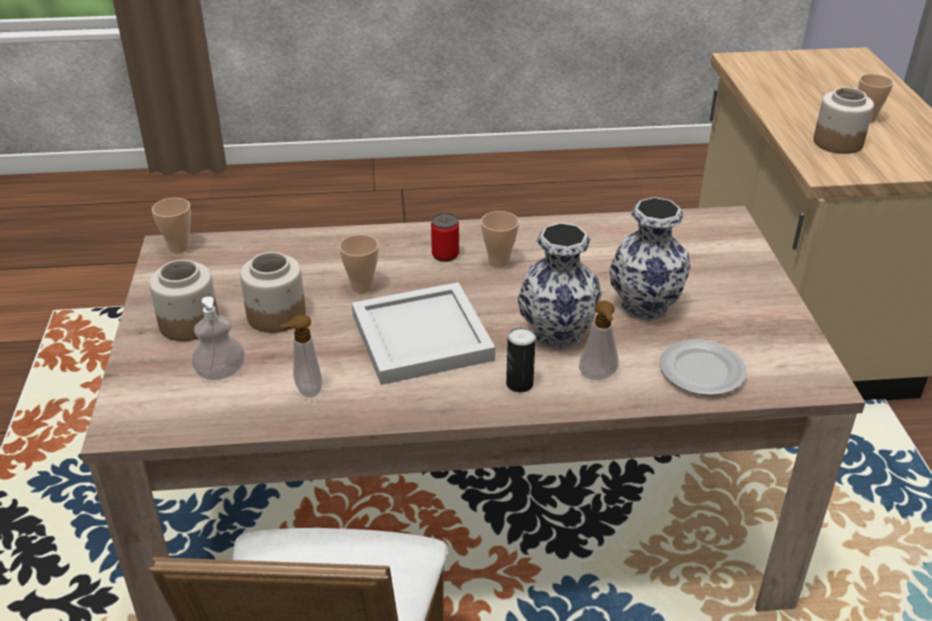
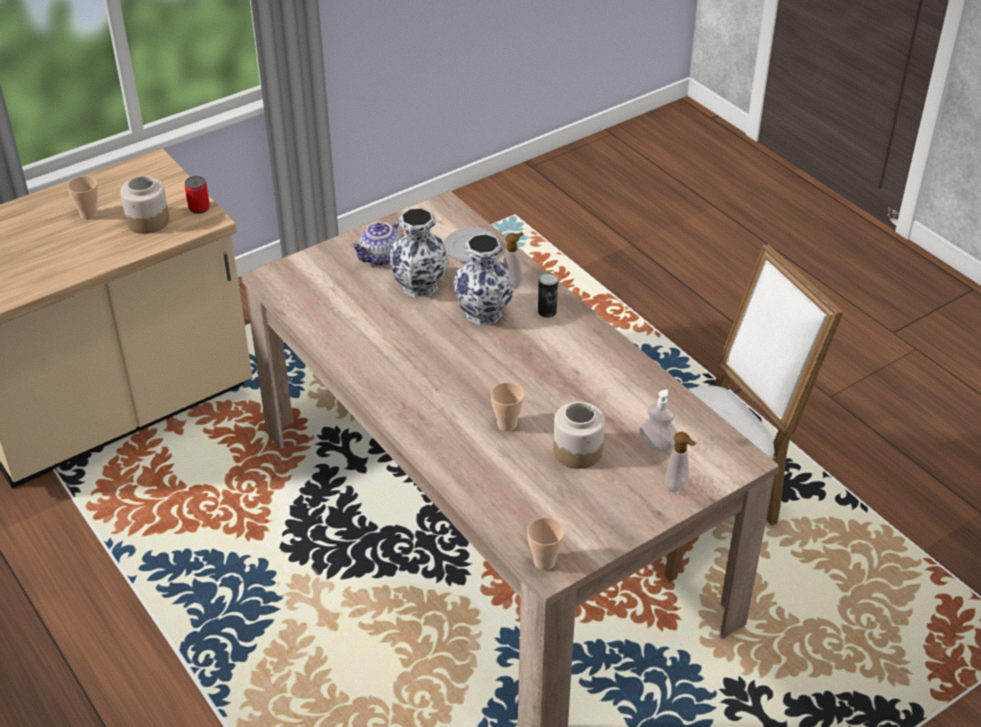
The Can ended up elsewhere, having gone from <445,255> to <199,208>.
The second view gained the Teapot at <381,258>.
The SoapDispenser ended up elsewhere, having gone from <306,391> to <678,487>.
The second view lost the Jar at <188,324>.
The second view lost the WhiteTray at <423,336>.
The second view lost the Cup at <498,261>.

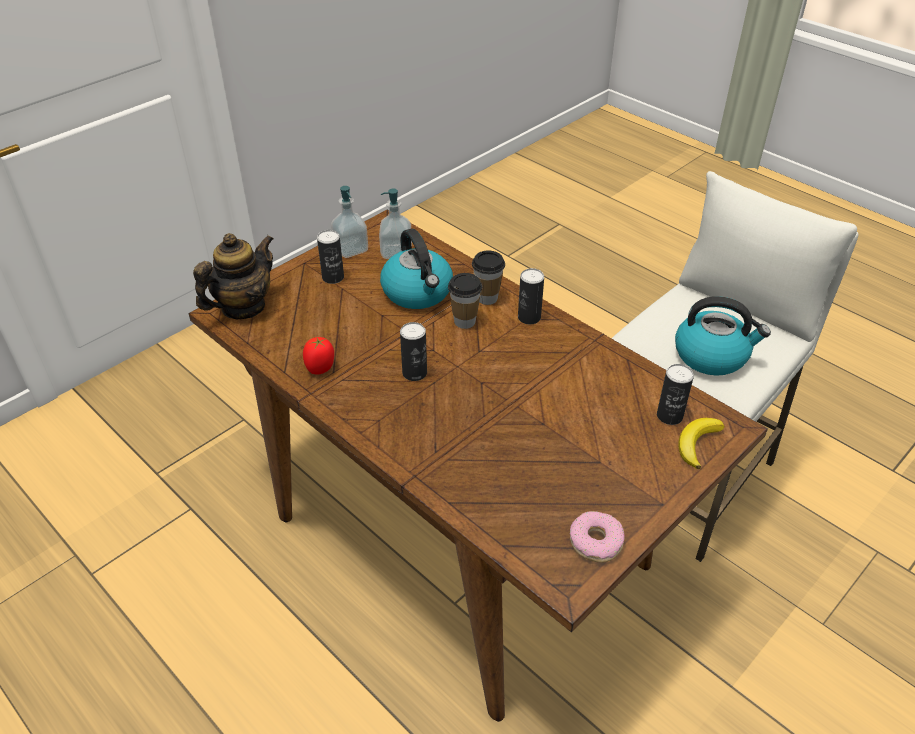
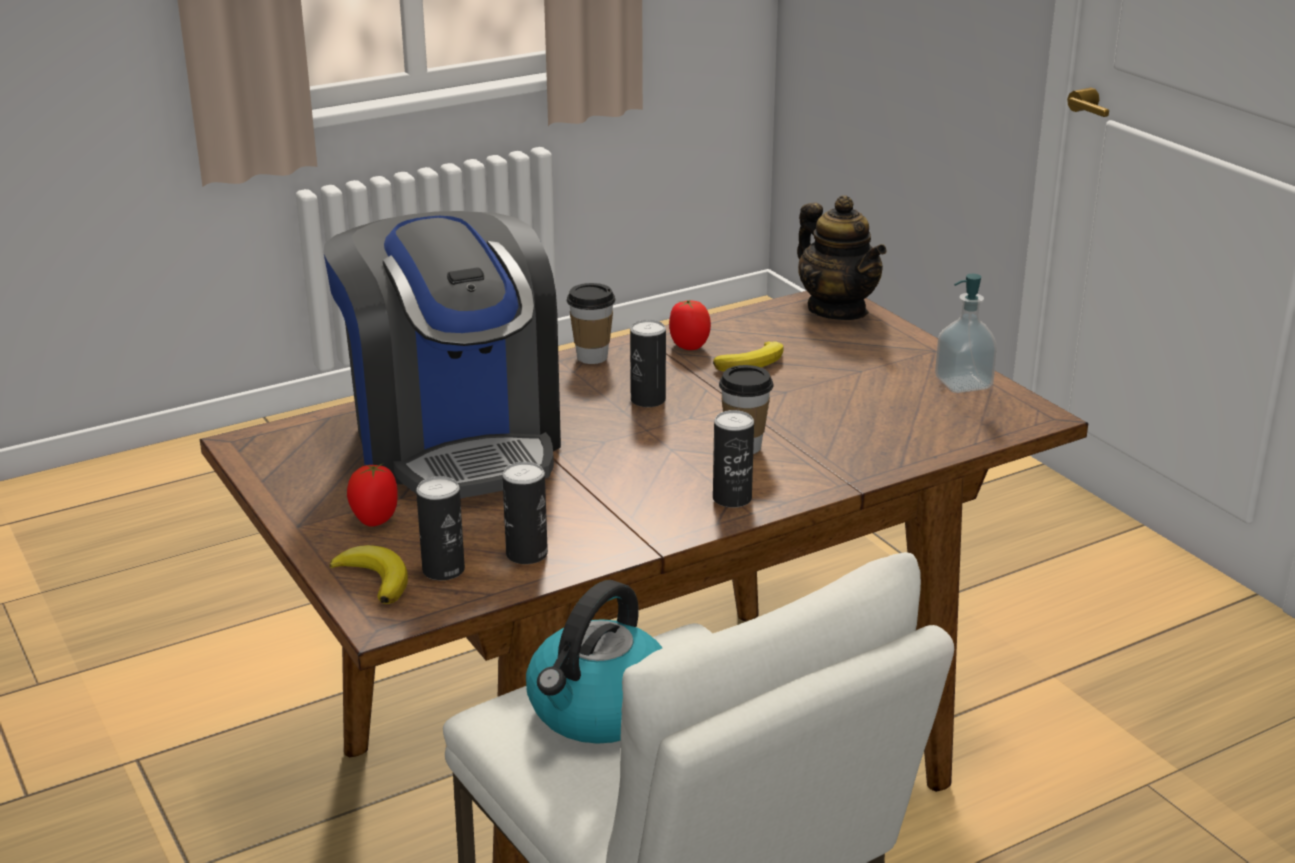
The second view gained the CoffeeMachine at <455,442>.
The second view gained the Tomato at <375,519>.
The Can ended up elsewhere, having gone from <333,277> to <526,554>.
The Cup ended up elsewhere, having gone from <487,298> to <592,357>.
The second view gained the Banana at <753,362>.
The second view lost the SoapDispenser at <396,252>.
The second view lost the Kettle at <418,292>.
The second view lost the Donut at <596,542>.

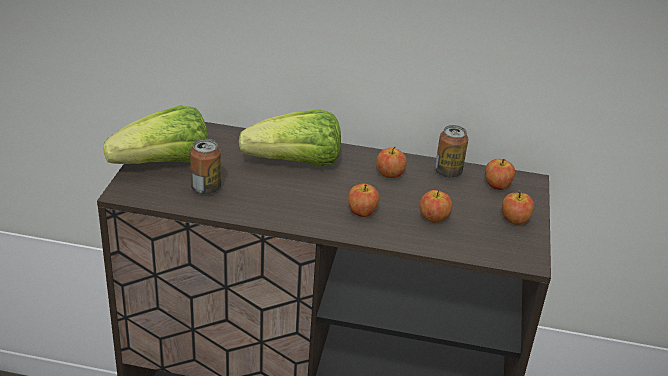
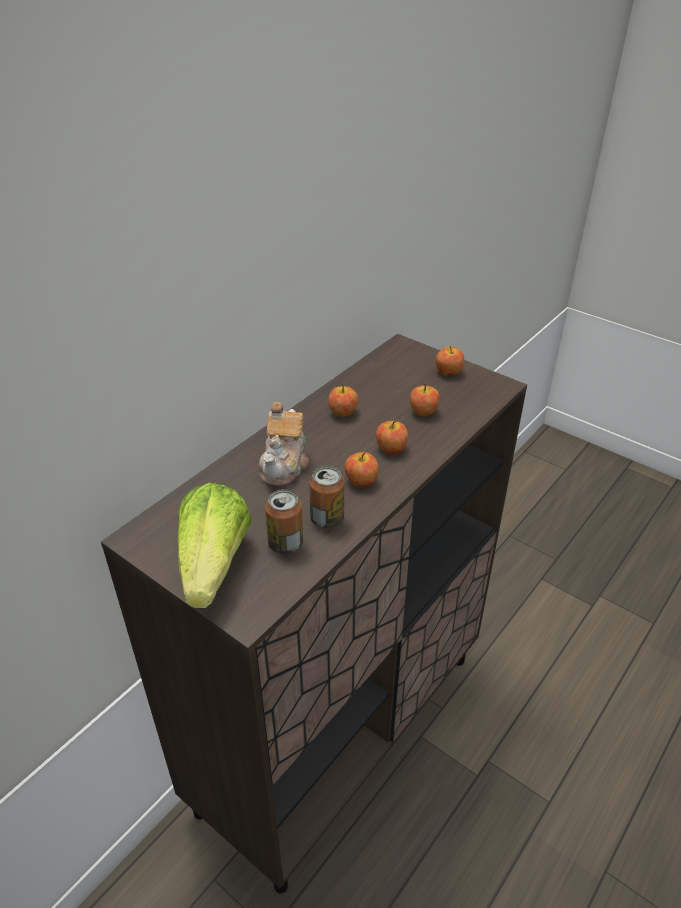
Where the Lettuce stood at <296,163>, the Teapot came to stand at <285,464>.
The Can ended up elsewhere, having gone from <448,172> to <327,519>.
The Apple ended up elsewhere, having gone from <497,185> to <361,481>.

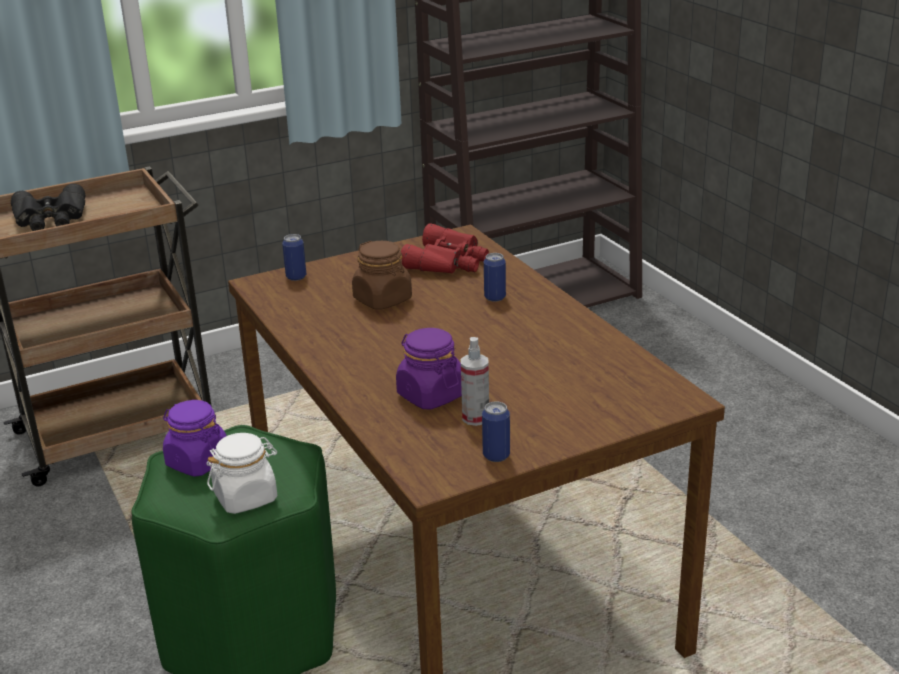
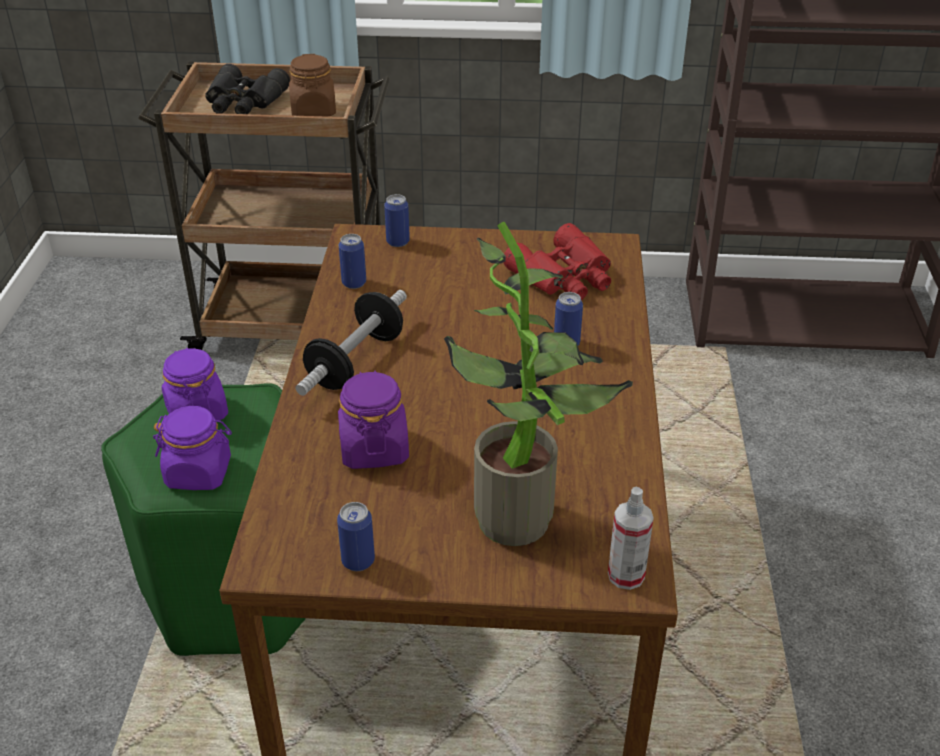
What was the WhiteJar at <246,497> turned into the PurpleJar at <199,473>.
The BrownJar ended up elsewhere, having gone from <383,300> to <314,111>.
The second view gained the Dumbbell at <355,362>.
The second view gained the Can at <354,283>.
The second view gained the PottedPlant at <525,516>.
The SprayBottle ended up elsewhere, having gone from <475,418> to <626,575>.

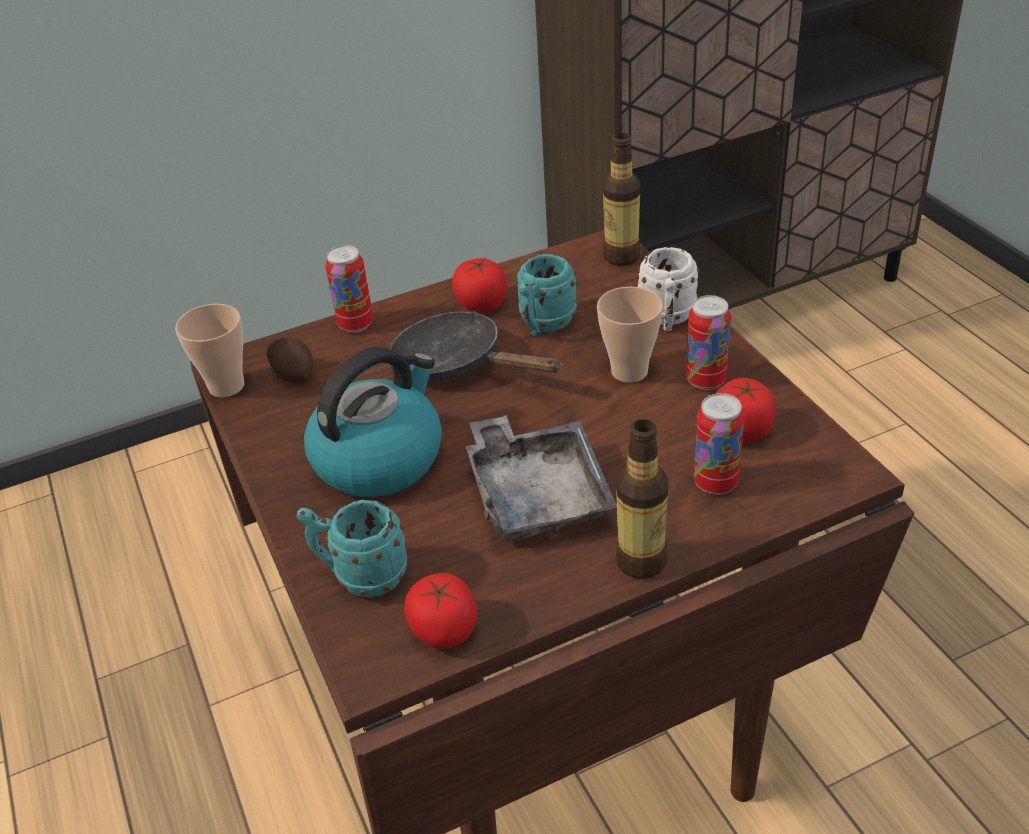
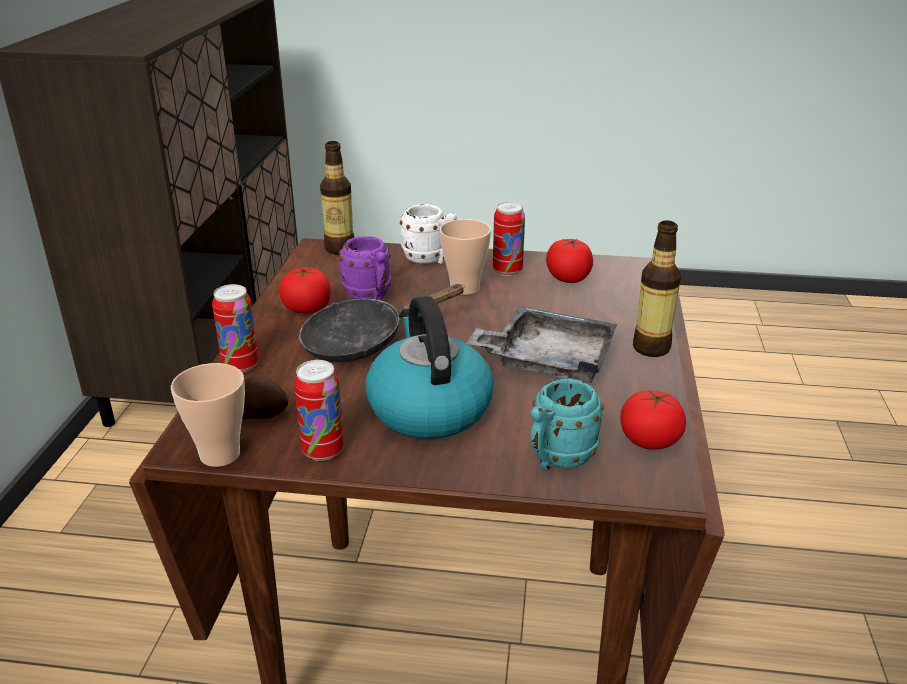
The Can ended up elsewhere, having gone from <716,483> to <323,451>.
What was the TurquoiseMug at <543,325> turned into the PurpleMug at <370,297>.

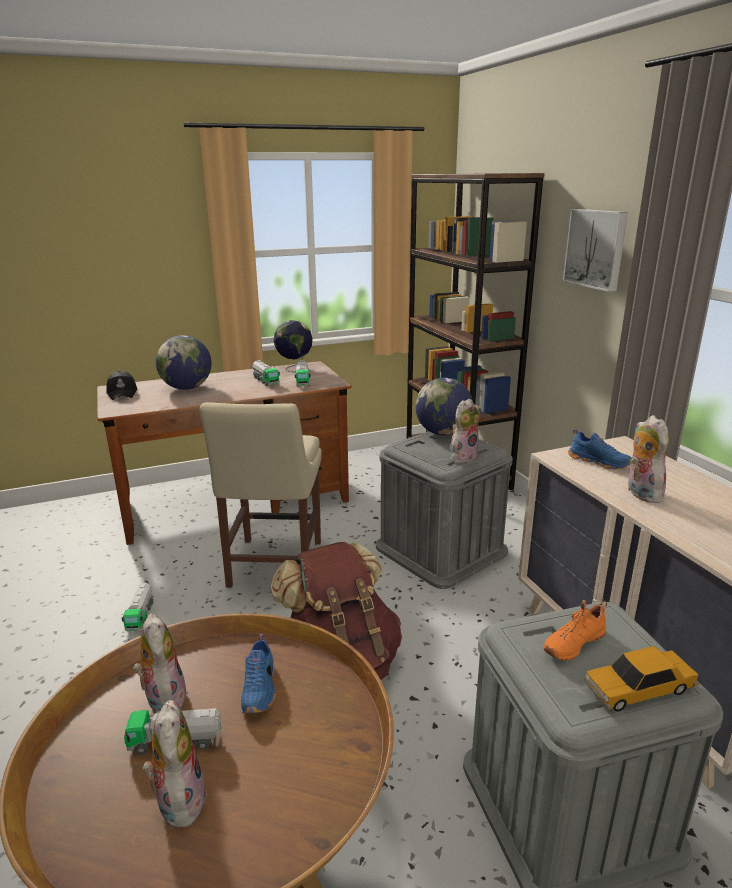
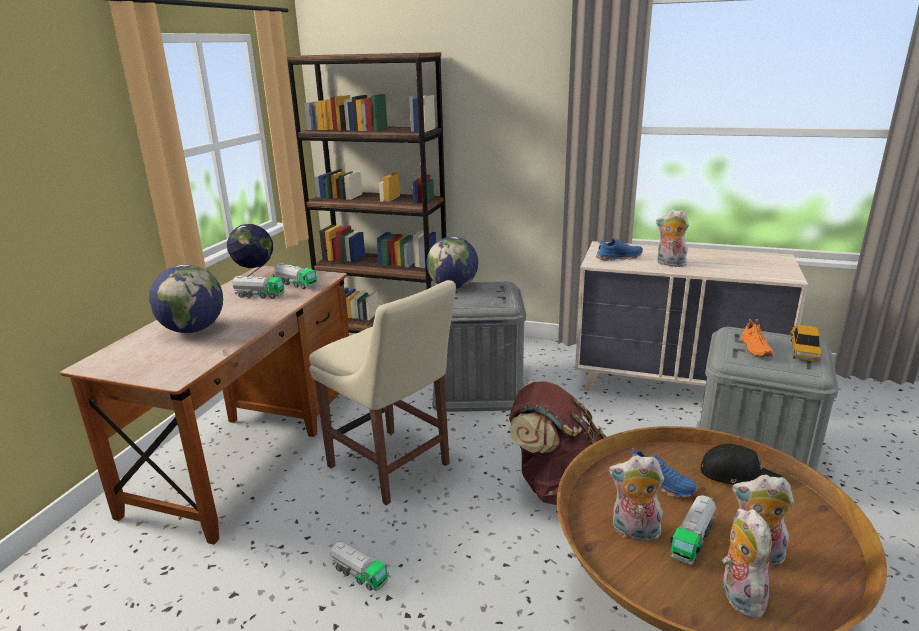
The BlackCap ended up elsewhere, having gone from <122,393> to <737,475>.
The PlushToy ended up elsewhere, having gone from <463,457> to <738,595>.
The second view lost the Picture at <596,248>.

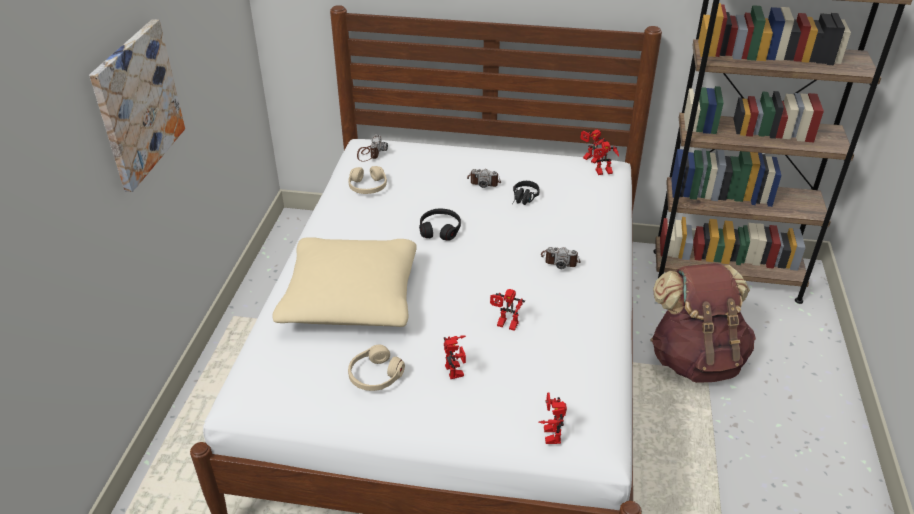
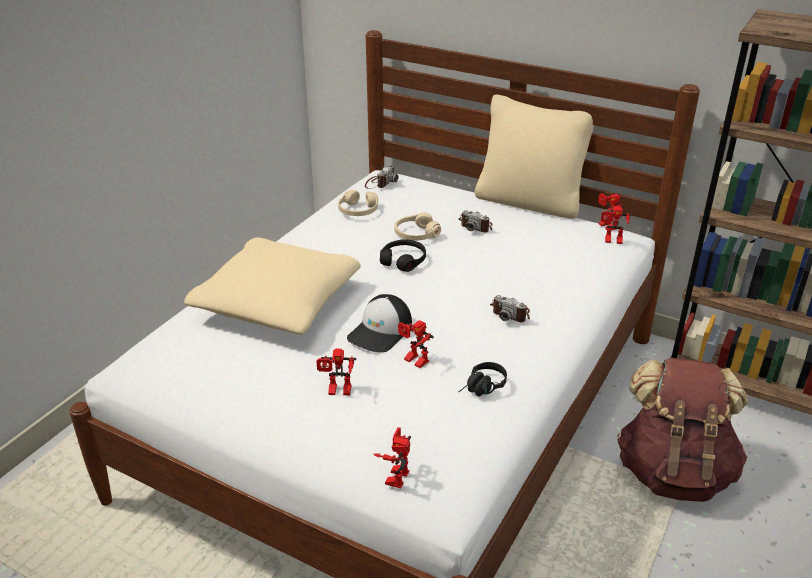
The ToyRobot at <457,371> ended up facing another way, 90 degrees clockwise from before.
The second view gained the Cap at <381,332>.
The BeigeHeadphones ended up elsewhere, having gone from <375,375> to <416,234>.
The BlackHeadphones ended up elsewhere, having gone from <523,200> to <482,388>.
The second view gained the BeigePillow at <529,202>.
The second view lost the Picture at <137,104>.

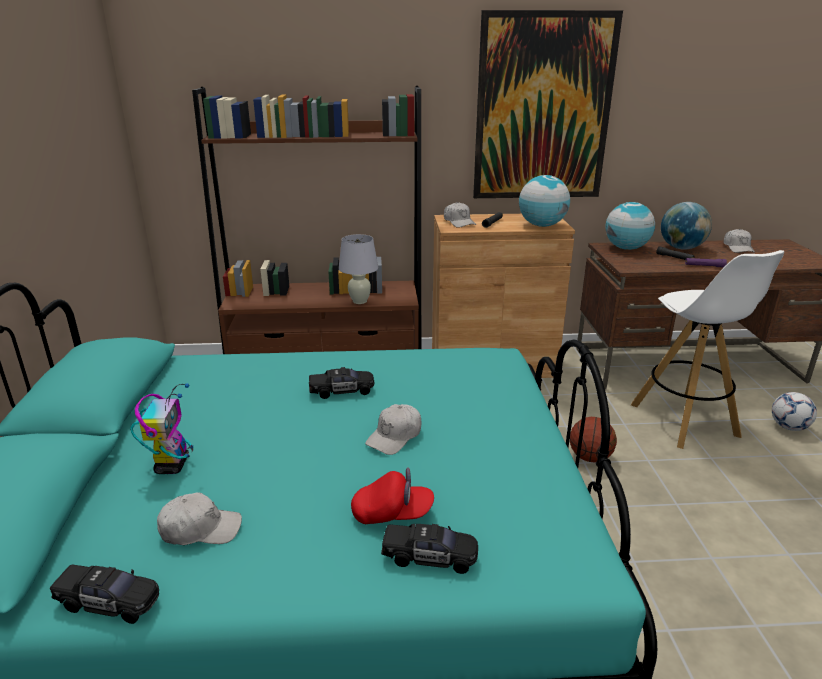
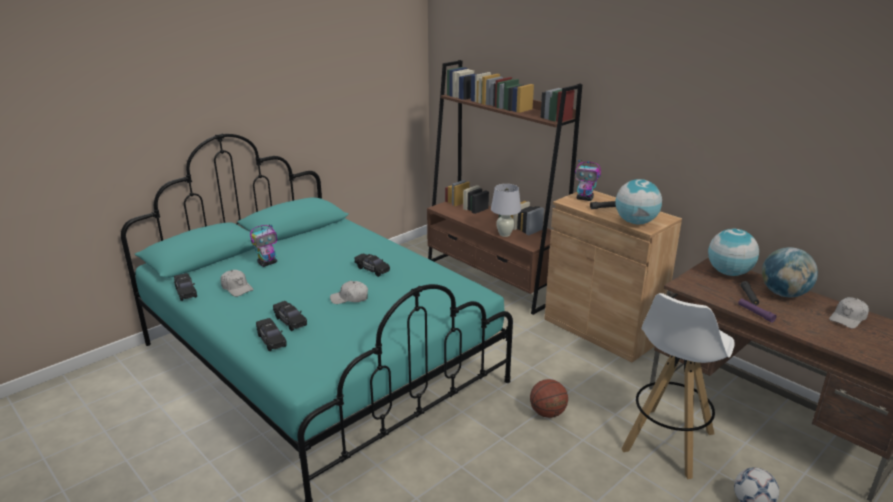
Where the RedCap stood at <392,513>, the BlackToyCar came to stand at <290,321>.
Where the WhiteCap stood at <459,222>, the ToyRobot came to stand at <585,199>.
The second view lost the Picture at <543,109>.

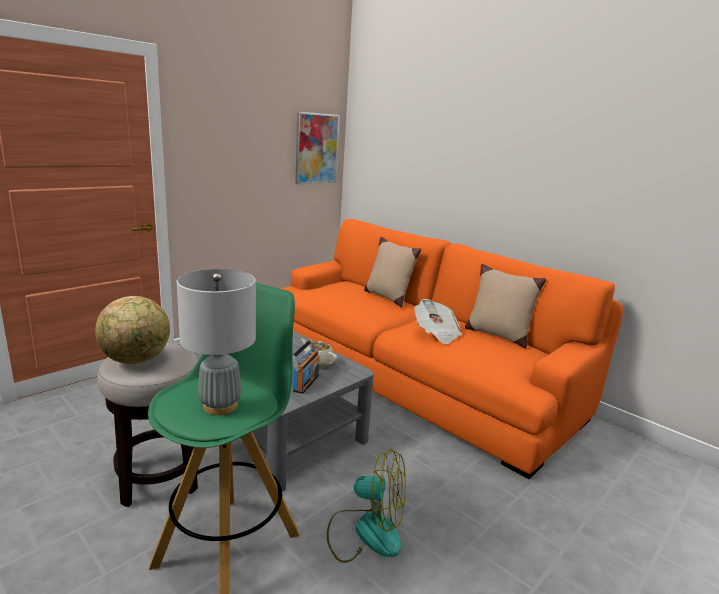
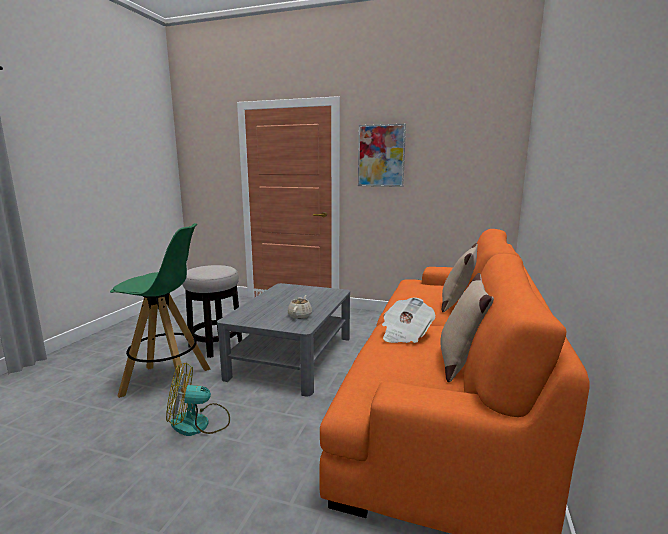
The Fan at <366,532> ended up facing another way, 90 degrees clockwise from before.
The Picture ended up elsewhere, having gone from <316,148> to <381,156>.
The second view lost the Globe at <136,360>.
The second view lost the GreyTableLamp at <220,405>.
The second view lost the Radio at <305,383>.

